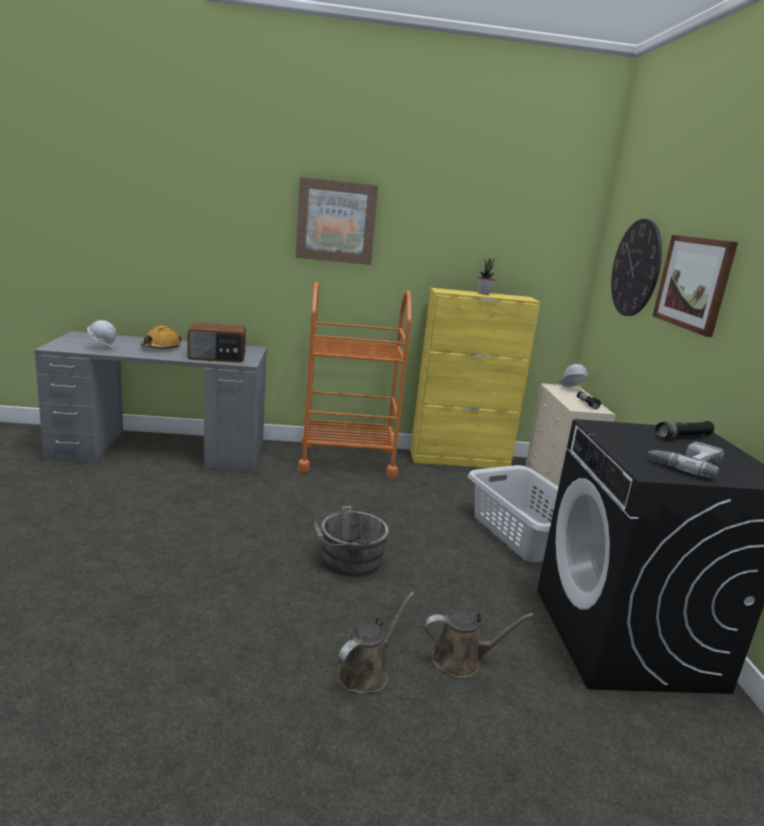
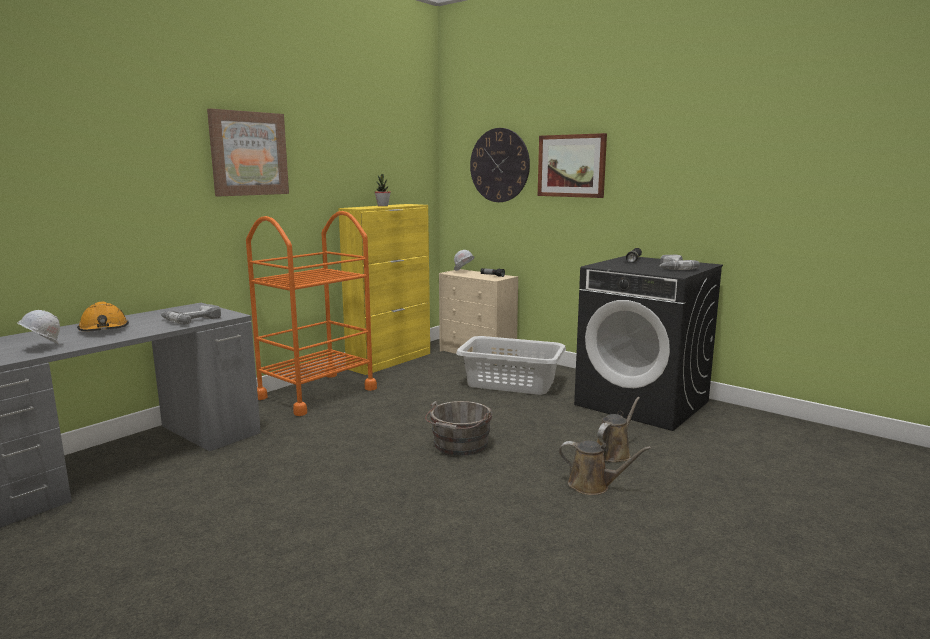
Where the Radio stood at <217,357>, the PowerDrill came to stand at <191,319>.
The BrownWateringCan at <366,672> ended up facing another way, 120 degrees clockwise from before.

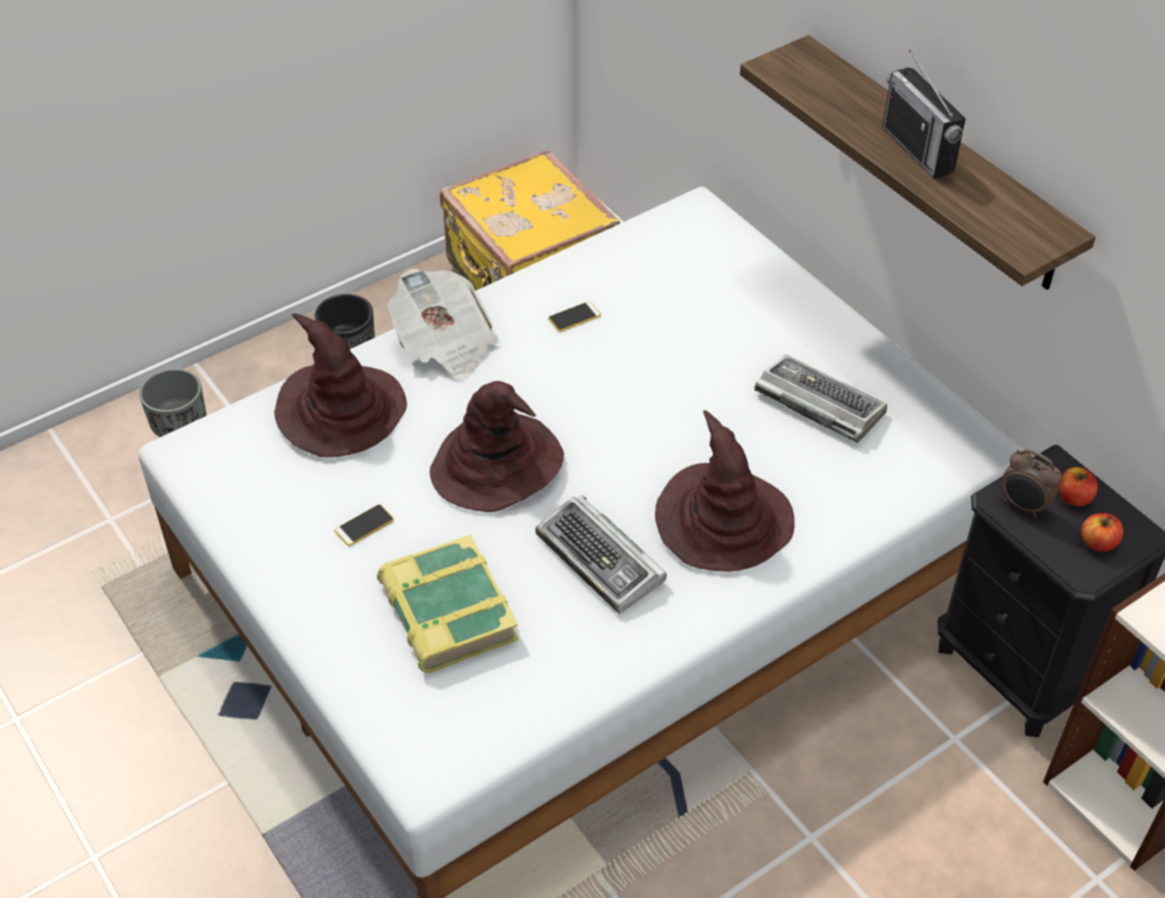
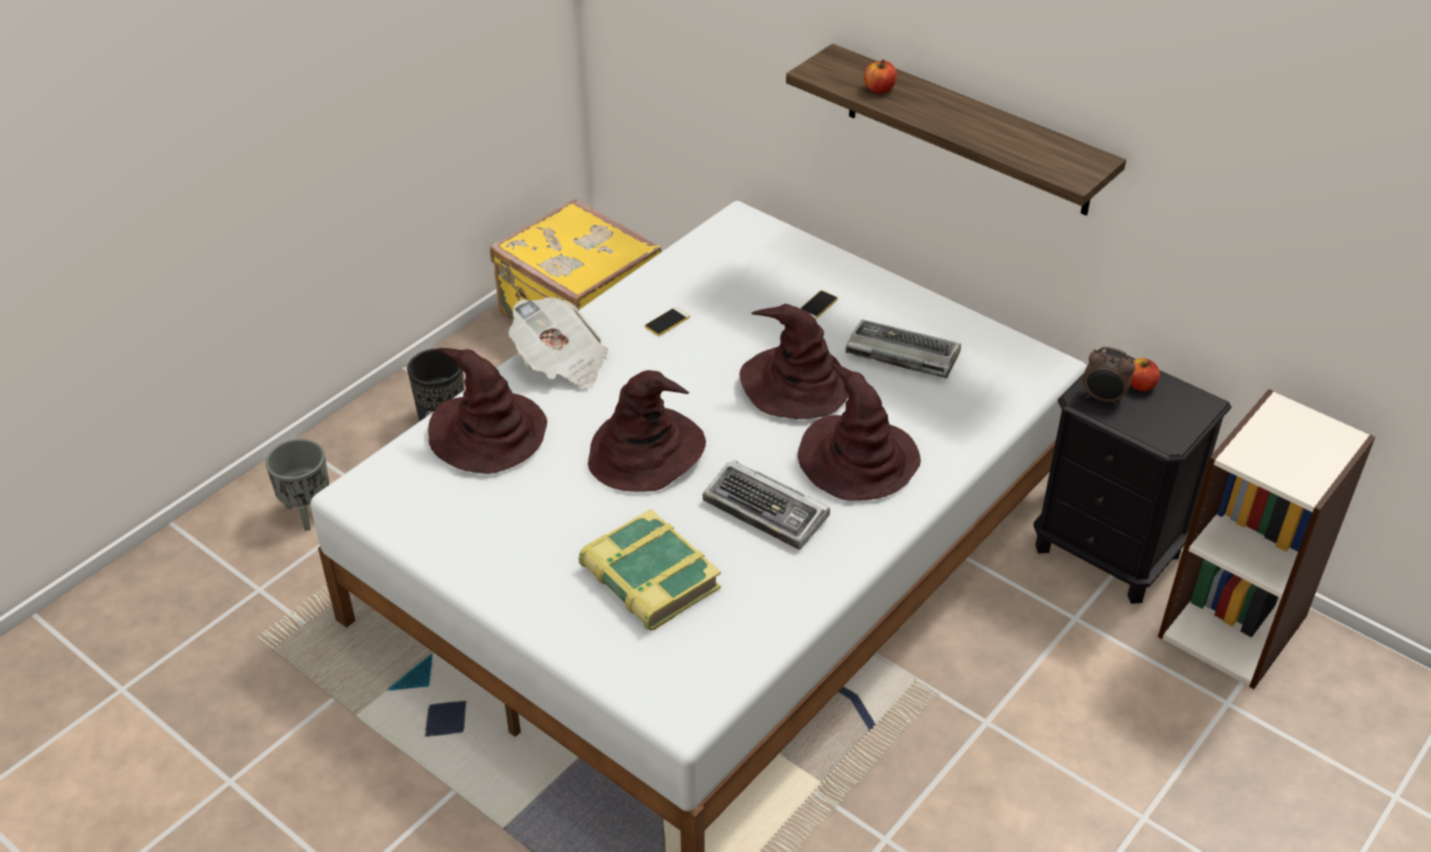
The second view gained the BrownHat at <795,384>.
The Phone ended up elsewhere, having gone from <364,525> to <817,306>.
The Apple ended up elsewhere, having gone from <1098,543> to <879,89>.
The second view lost the Radio at <917,149>.

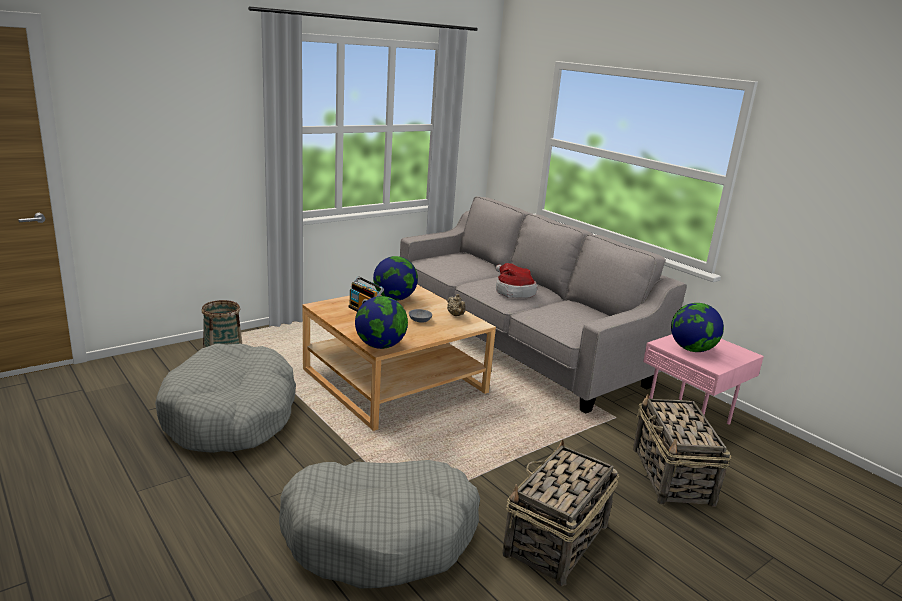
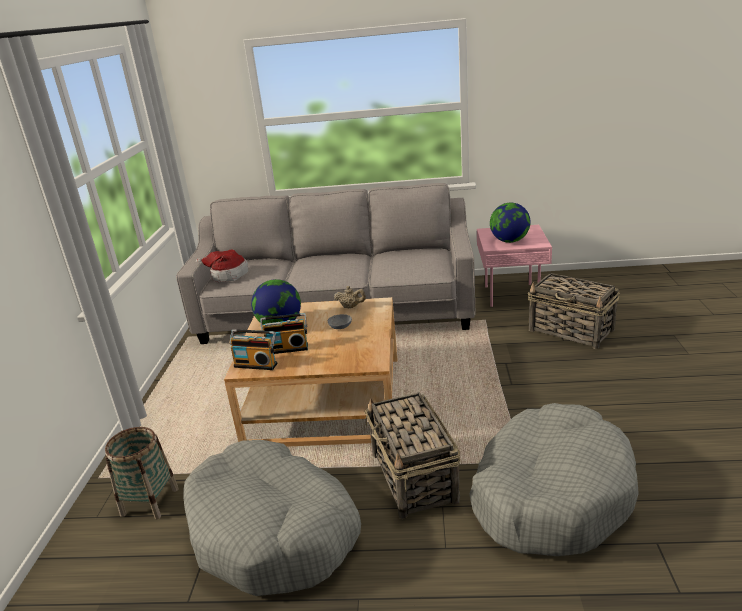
The Hat ended up elsewhere, having gone from <512,291> to <227,275>.
The second view gained the Radio at <256,364>.
The Basket ended up elsewhere, having gone from <555,541> to <414,478>.
The second view lost the Globe at <380,346>.

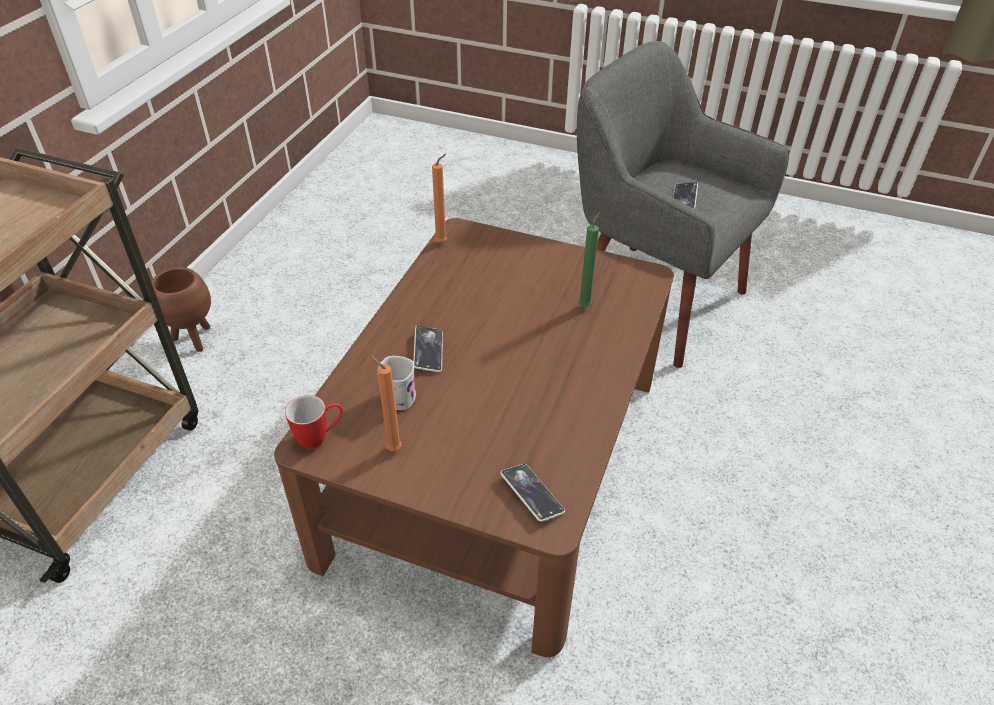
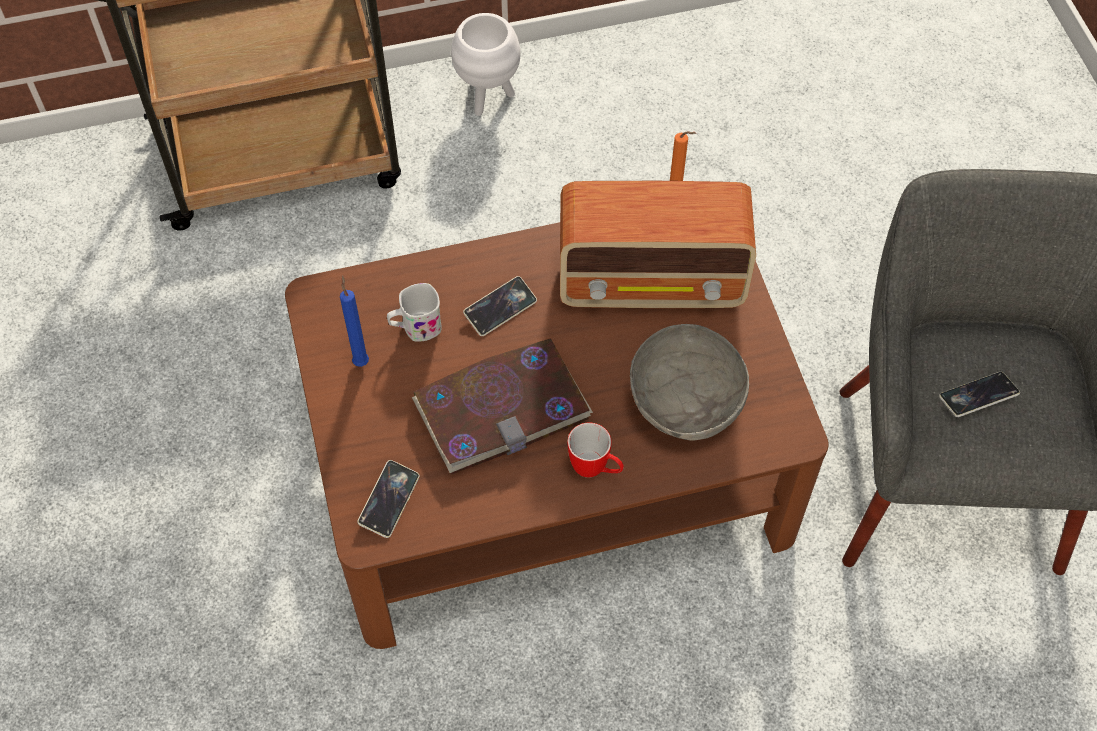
What was the OrangeCandle at <391,448> turned into the BlueCandle at <361,360>.
The second view gained the Book at <502,408>.
What was the BrownPlanter at <194,339> turned into the WhitePlanter at <488,97>.
The second view gained the Radio at <653,281>.
The Mug ended up elsewhere, having gone from <320,437> to <595,469>.
Where the GreenCandle stood at <585,305>, the GreyBowl came to stand at <685,402>.

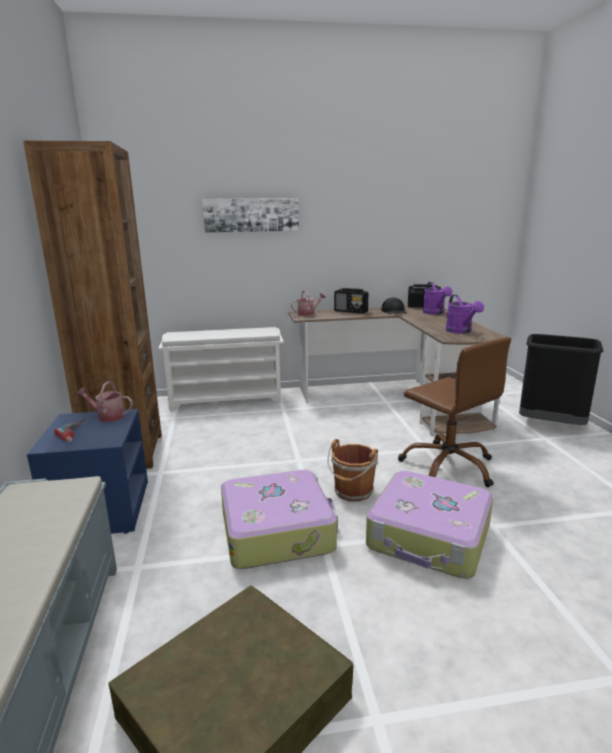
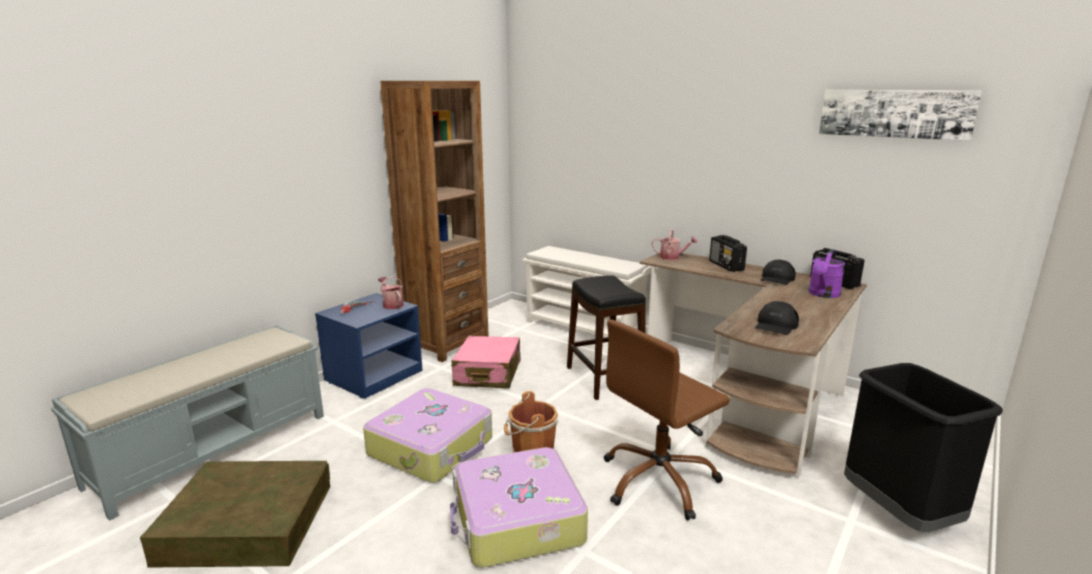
The second view gained the PinkSuitcase at <487,374>.
The second view gained the BlackStool at <604,378>.
The BrownOfficeChair at <448,466> ended up facing another way, 45 degrees clockwise from before.
Where the PurpleWateringCan stood at <461,331>, the BlackCap came to stand at <776,325>.
The Picture ended up elsewhere, having gone from <251,215> to <895,113>.

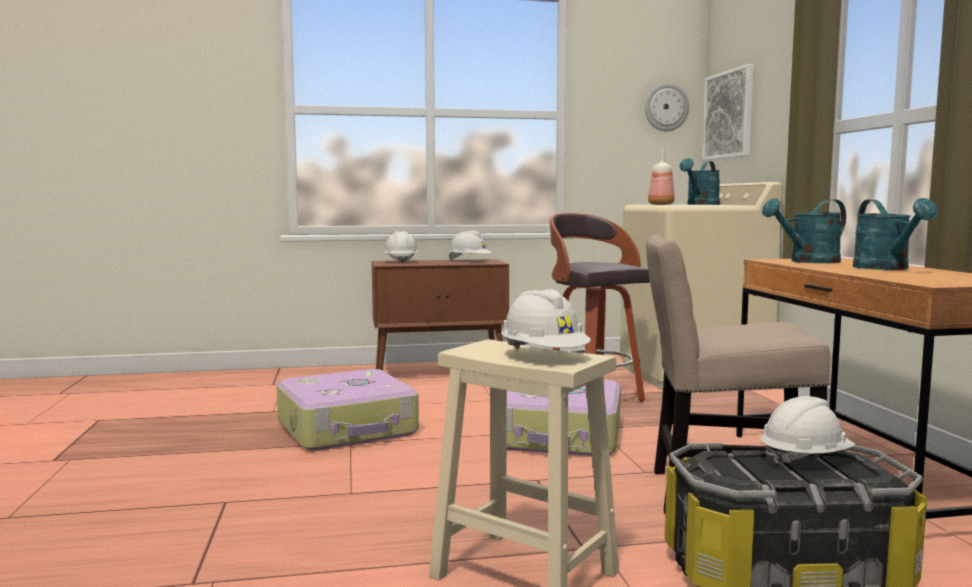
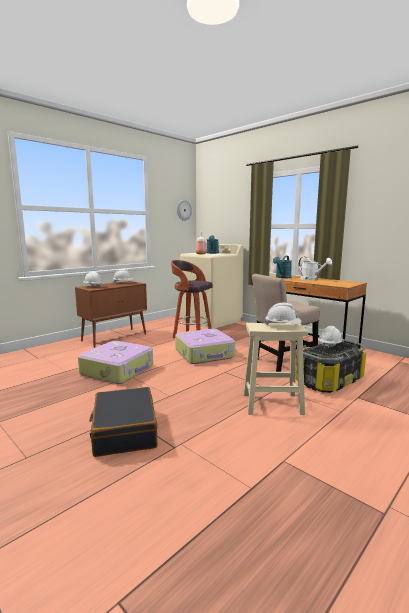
The second view gained the BlackSuitcase at <124,430>.
What was the TurquoiseWateringCan at <886,268> turned into the WhiteWateringCan at <312,279>.
The second view lost the Picture at <729,115>.

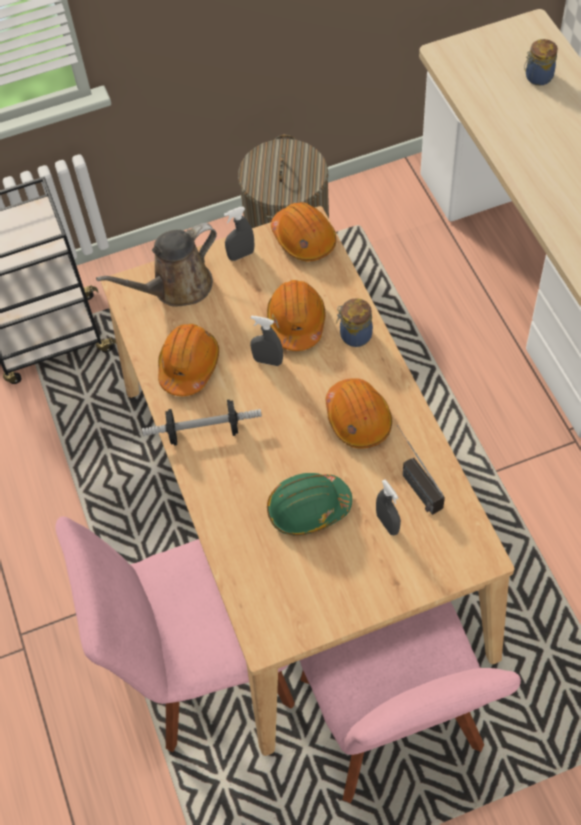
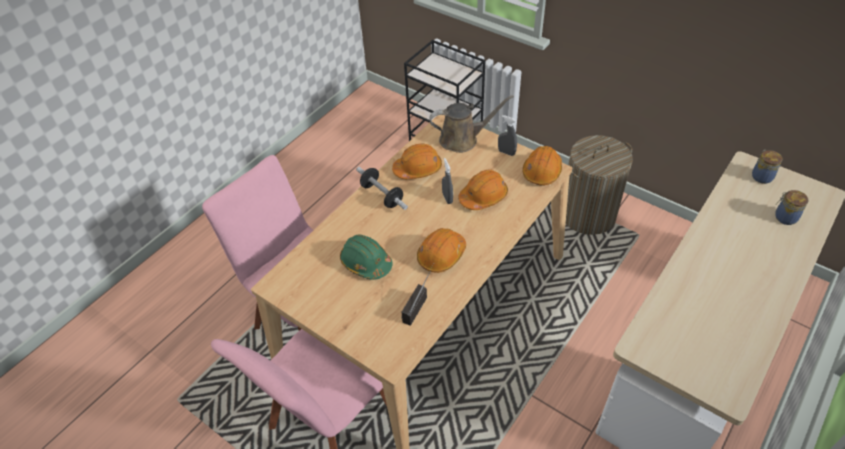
The BrownWateringCan at <177,287> ended up facing another way, 150 degrees clockwise from before.
The Jar ended up elsewhere, having gone from <354,335> to <761,176>.
The second view lost the GreySprayBottle at <387,524>.

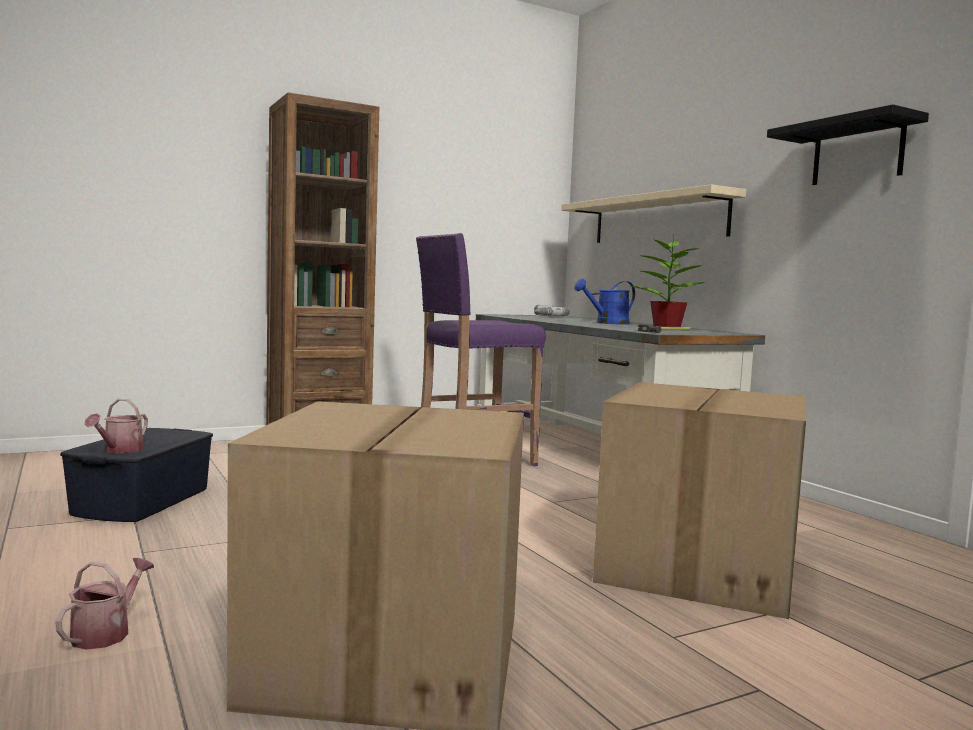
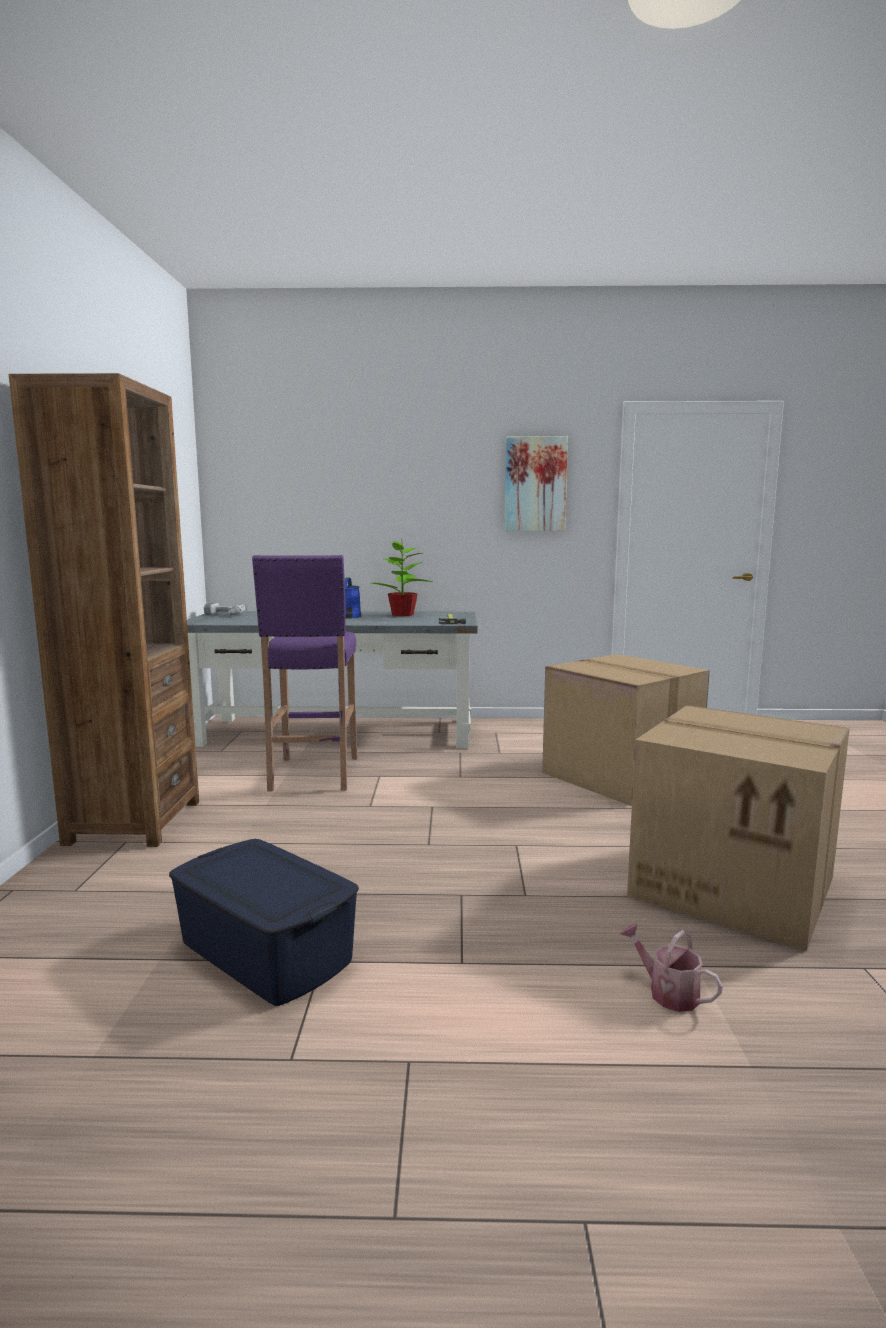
Where the BlackShelf hung at <857,153>, the Picture came to hang at <535,484>.
The second view lost the WateringCan at <119,450>.
The second view lost the BeigeShelf at <658,219>.

